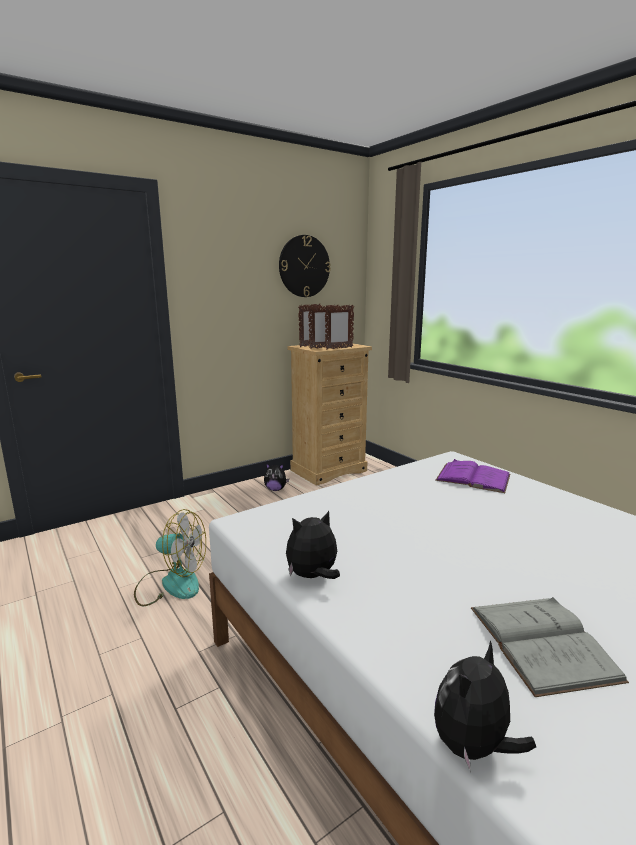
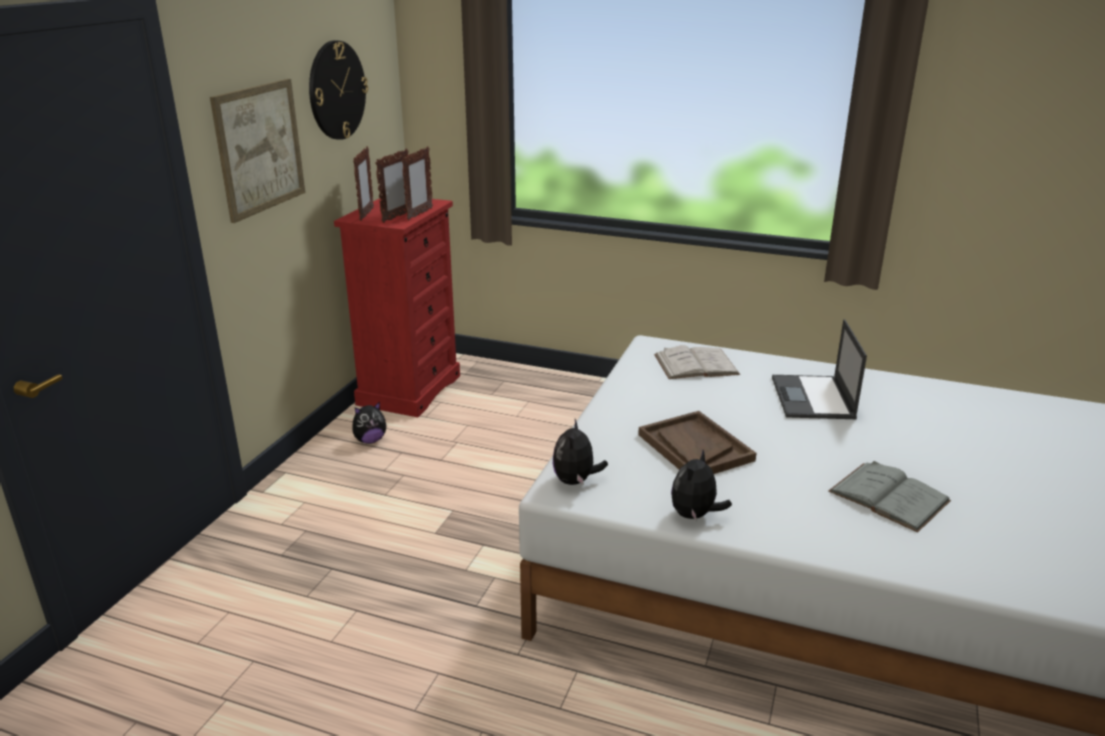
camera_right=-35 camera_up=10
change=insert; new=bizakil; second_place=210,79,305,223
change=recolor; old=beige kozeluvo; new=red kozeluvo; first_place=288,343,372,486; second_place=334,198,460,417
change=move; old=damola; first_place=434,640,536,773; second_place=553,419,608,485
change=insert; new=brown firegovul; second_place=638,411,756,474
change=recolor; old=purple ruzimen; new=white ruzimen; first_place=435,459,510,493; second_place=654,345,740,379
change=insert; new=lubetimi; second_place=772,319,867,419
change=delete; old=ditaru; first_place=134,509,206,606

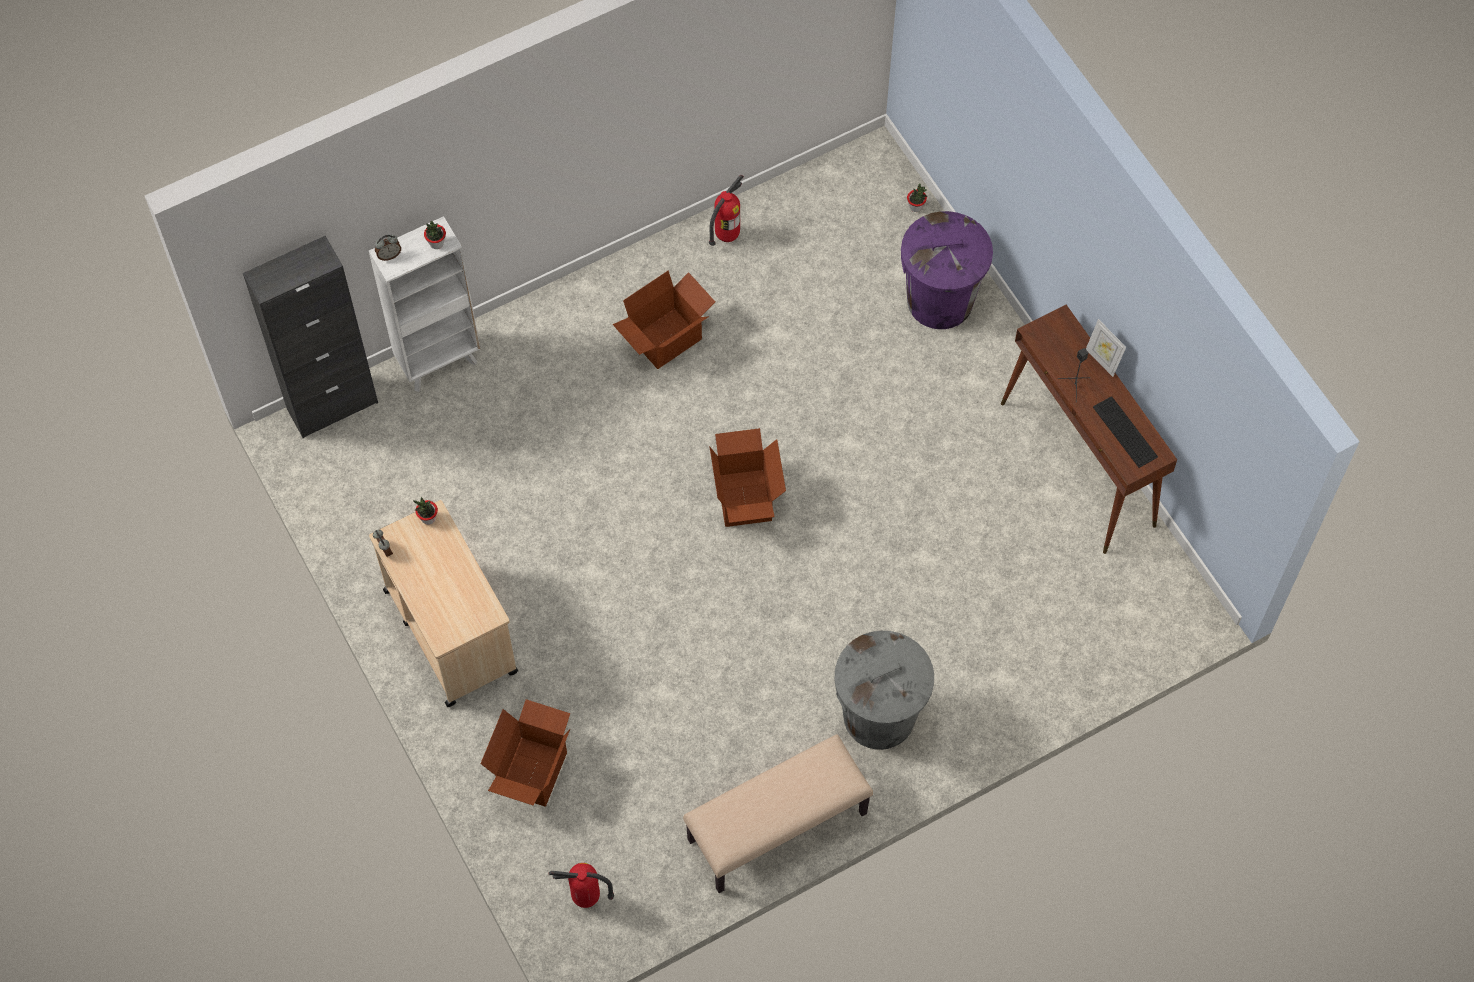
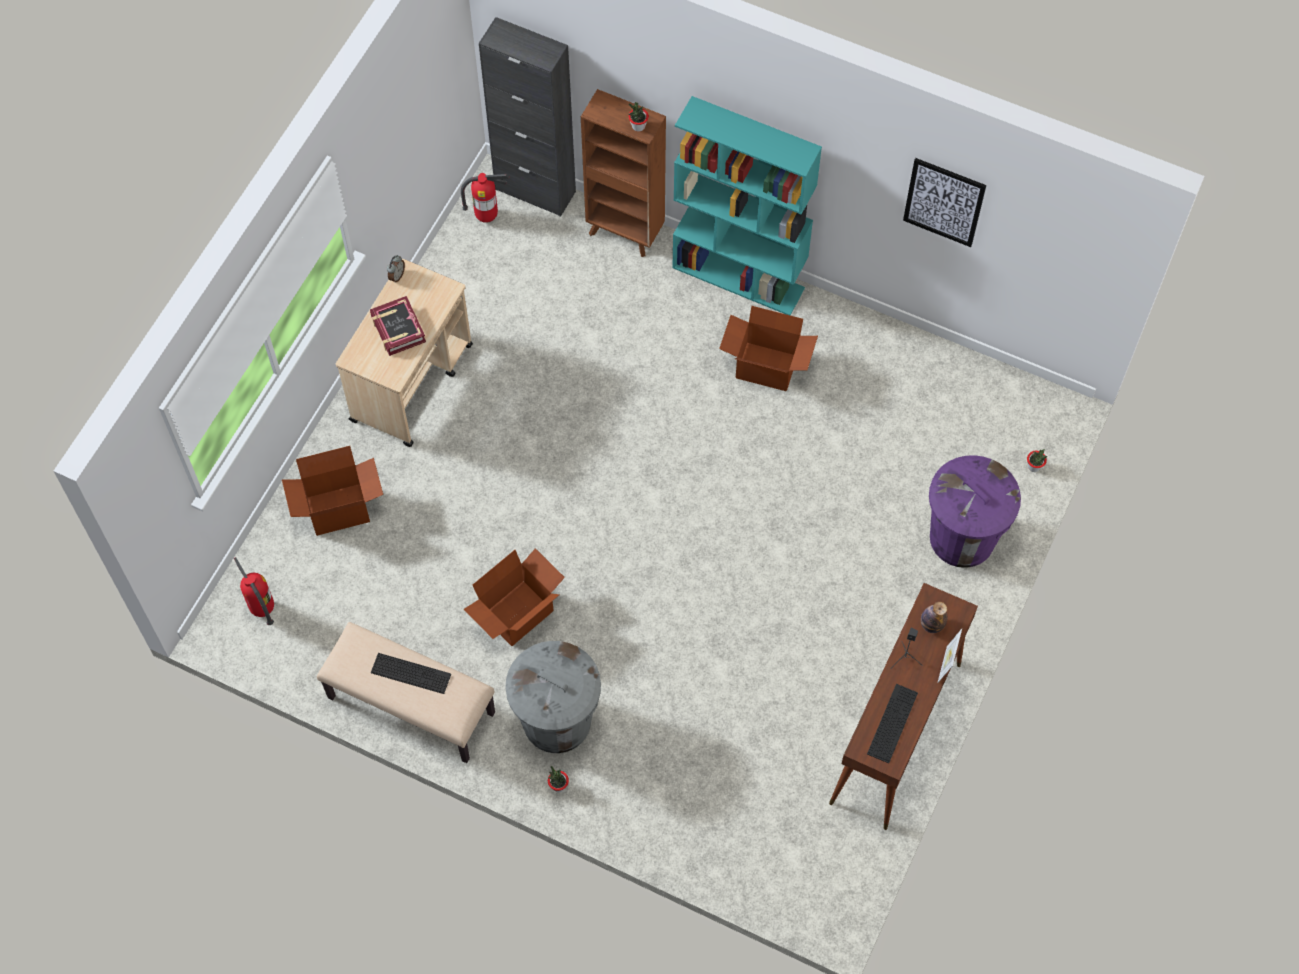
camera_right=55 camera_up=0
change=insert; new=ruzimen; second_place=370,296,426,356
change=insert; new=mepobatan; second_place=371,653,451,694
change=move; old=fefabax; first_place=709,175,744,246; second_place=461,173,509,223
change=move; old=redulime; first_place=709,428,786,527; second_place=464,548,565,646
change=move; old=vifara; first_place=413,497,438,525; second_place=548,766,569,792
change=recolor; old=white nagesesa; new=brown nagesesa; first_place=369,216,480,392; second_place=581,89,666,257
change=insert; new=turquoise nagesesa; second_place=672,96,822,315
change=insert; new=bizakil; second_place=903,158,986,247
change=insert; new=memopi; second_place=921,602,948,633
change=delete; old=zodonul; first_place=375,235,401,261

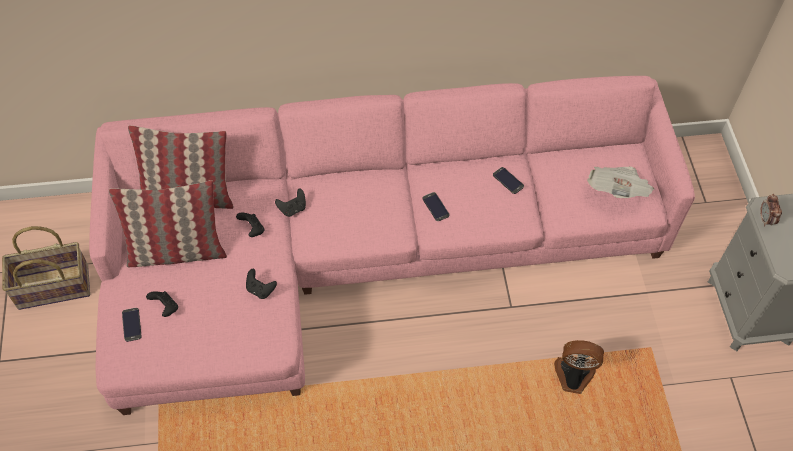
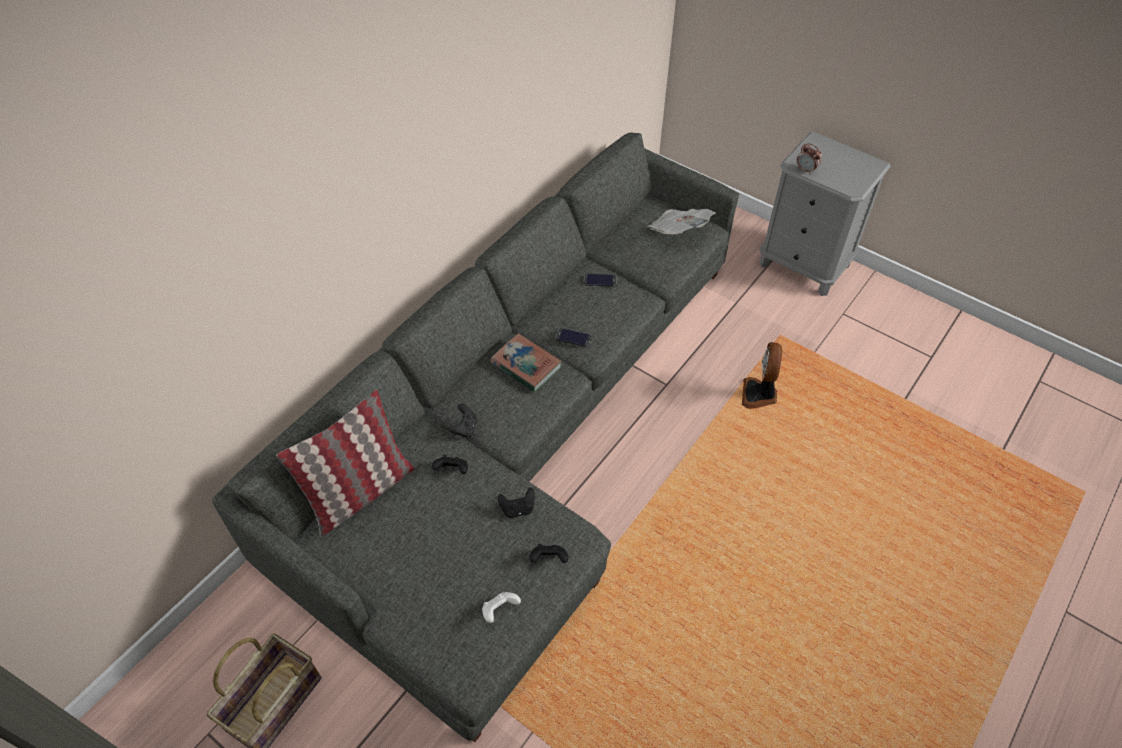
camera_right=-45 camera_up=-5
change=recolor; old=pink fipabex; new=grey fipabex; first_place=89,76,695,415; second_place=212,133,739,742
change=insert; new=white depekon; second_place=482,592,521,623
change=insert; new=ruzimen; second_place=491,333,562,392
change=move; old=black depekon; first_place=146,291,178,317; second_place=530,544,568,563
change=rotate; old=ditaru; first_place=554,340,604,394; second_place=742,342,782,409; degrees=-45
change=delete; old=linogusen; first_place=109,180,227,267
change=delete; old=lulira; first_place=122,308,141,342

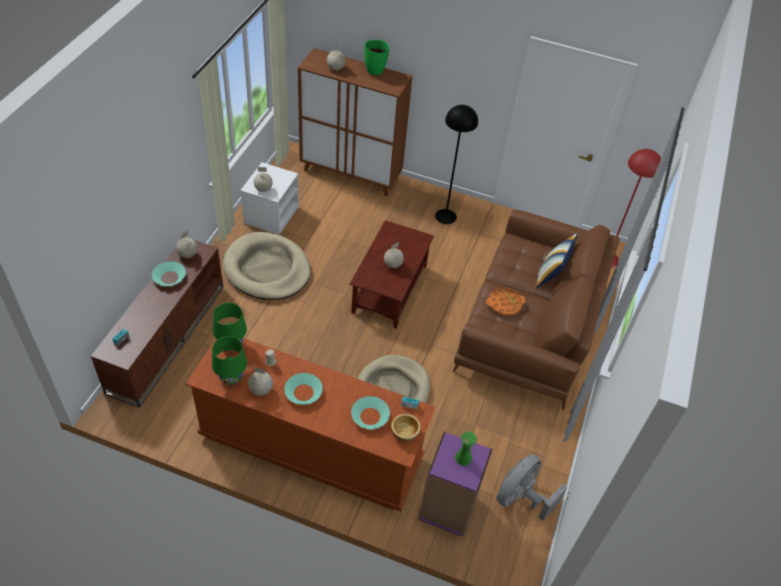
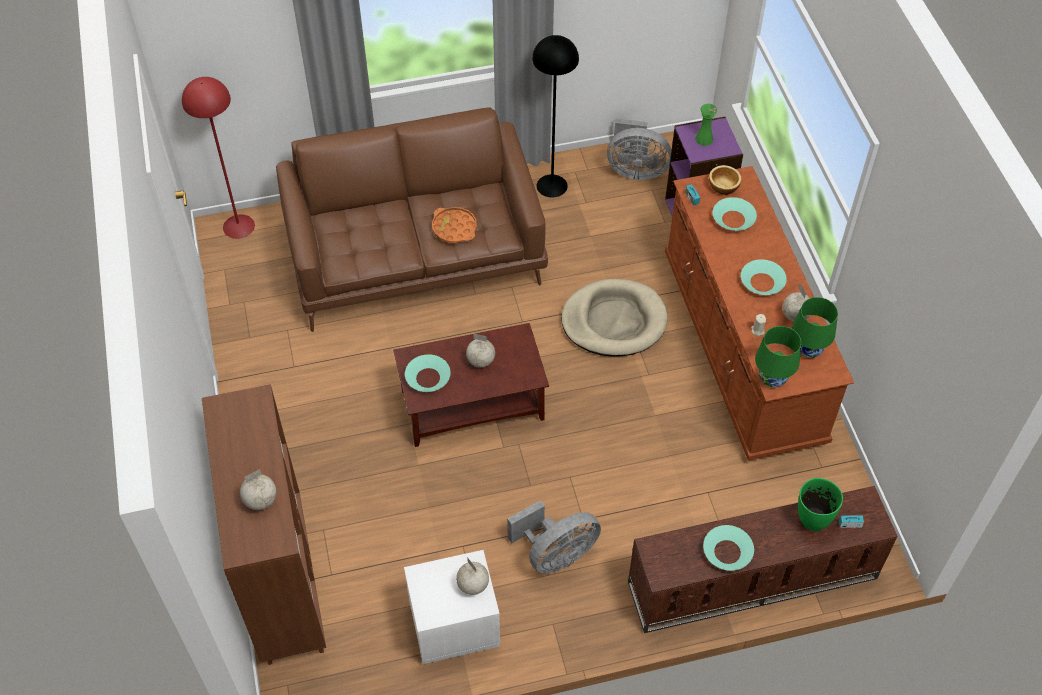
camera_right=-120 camera_up=5
change=insert; new=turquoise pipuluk; second_place=405,354,451,392
change=replace; old=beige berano; new=grey ditaru; first_place=223,232,311,300; second_place=507,500,601,574
change=move; old=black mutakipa; first_place=435,105,478,224; second_place=532,35,579,198
change=move; old=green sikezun; first_place=364,40,390,75; second_place=798,478,843,531
change=delete; old=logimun; first_place=176,230,197,258
change=delete; old=linogusen; first_place=536,234,577,288

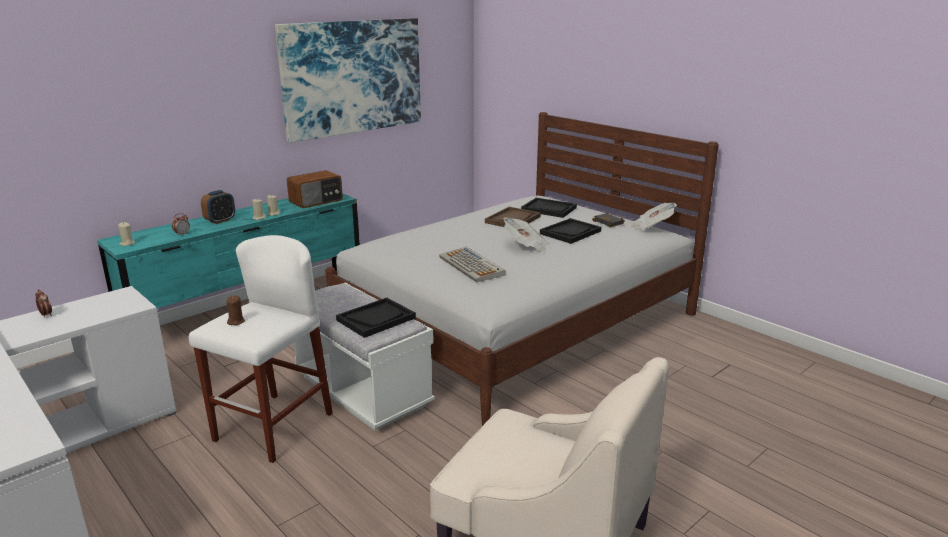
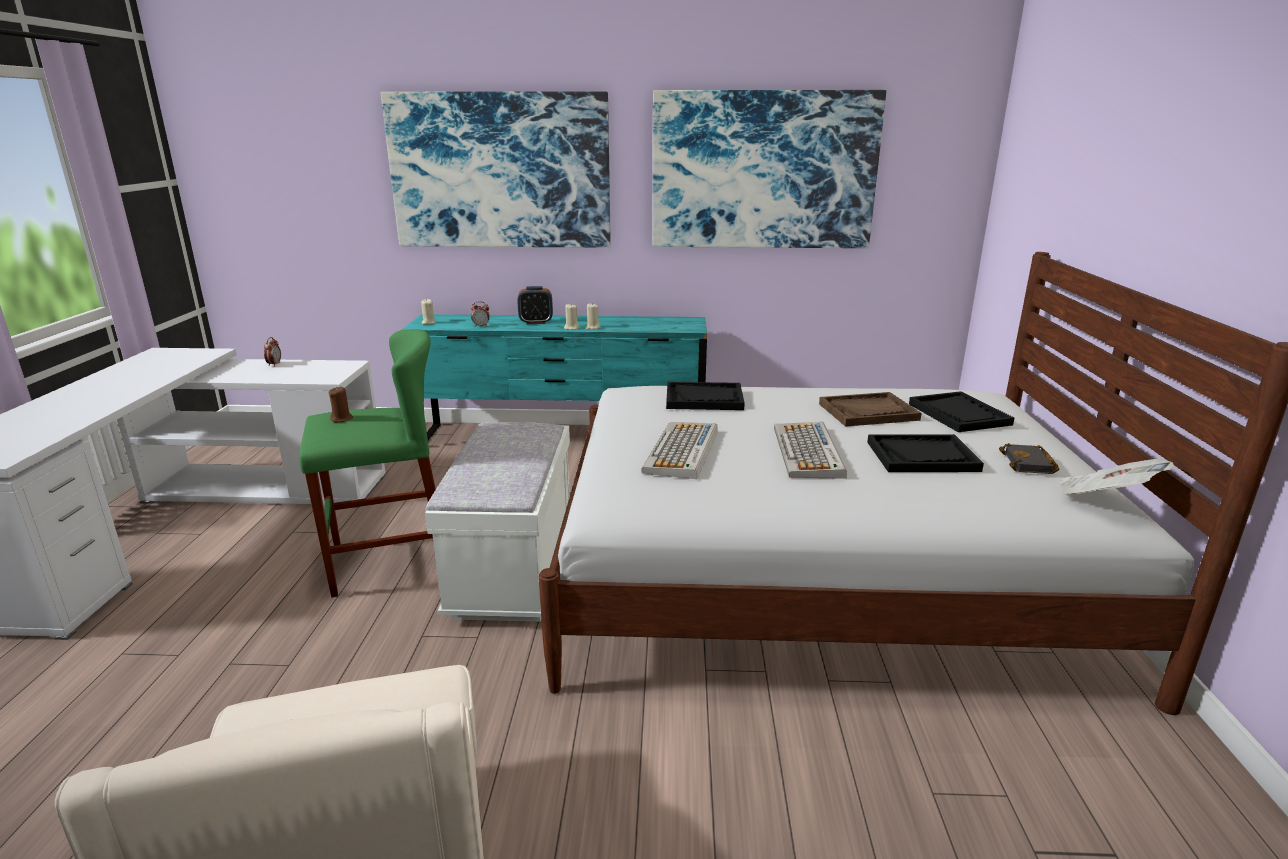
camera_right=45 camera_up=0
change=recolor; old=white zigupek; new=green zigupek; first_place=189,235,333,463; second_place=299,329,436,598
change=insert; new=bizakil; second_place=381,91,611,248
change=move; old=black firegovul; first_place=336,298,416,338; second_place=666,382,745,410
change=replace; old=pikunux; new=mepobatan; first_place=504,217,547,252; second_place=774,422,847,479
change=delete; old=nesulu; first_place=287,170,343,208

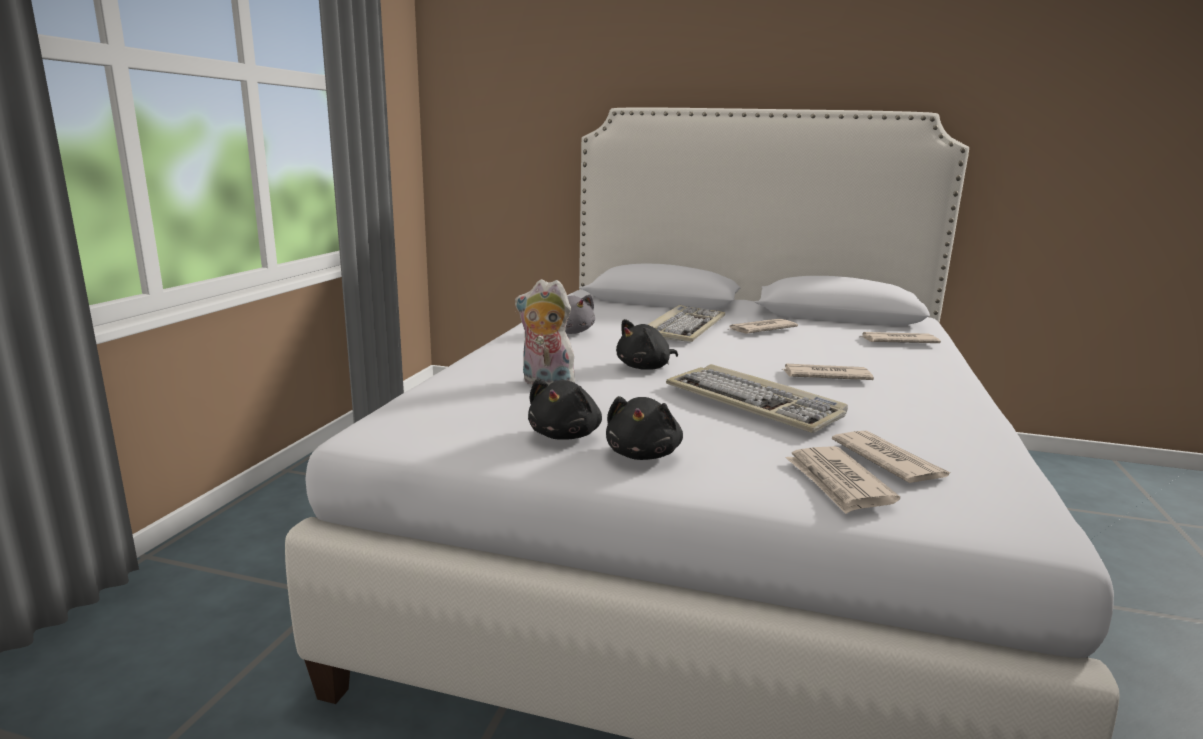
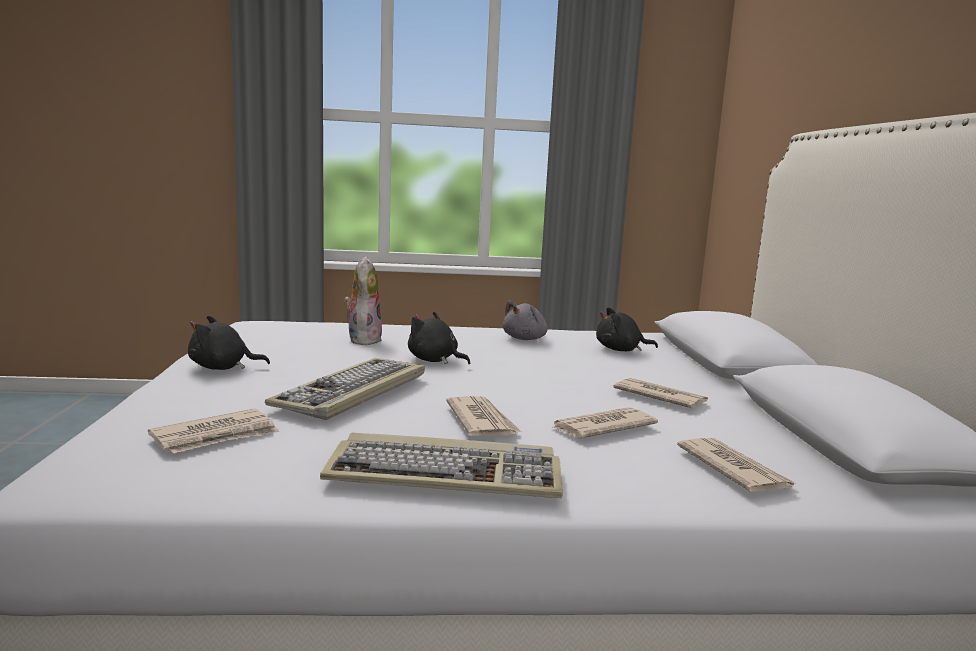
camera_right=70 camera_up=-5
change=move; old=mepobatan; first_place=647,305,725,342; second_place=320,432,563,498
change=move; old=pikunux; first_place=785,446,900,514; second_place=551,407,658,438
change=move; old=black damola; first_place=528,378,602,440; second_place=596,307,658,351

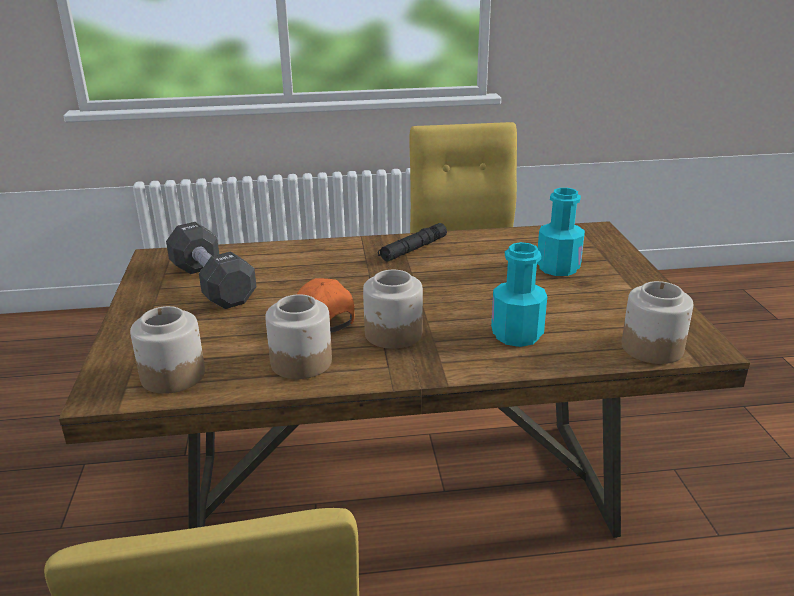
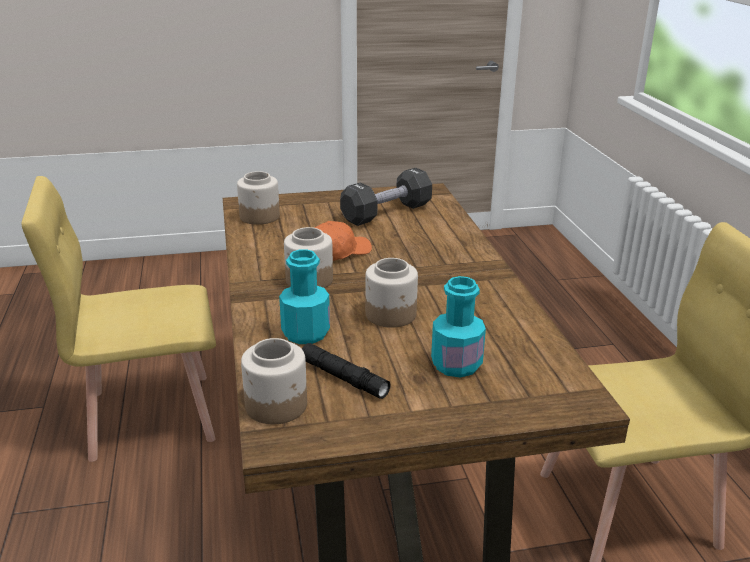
camera_right=85 camera_up=0
change=move; old=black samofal; first_place=378,223,447,262; second_place=302,343,390,399
change=move; old=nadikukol; first_place=265,294,332,379; second_place=365,258,418,328

